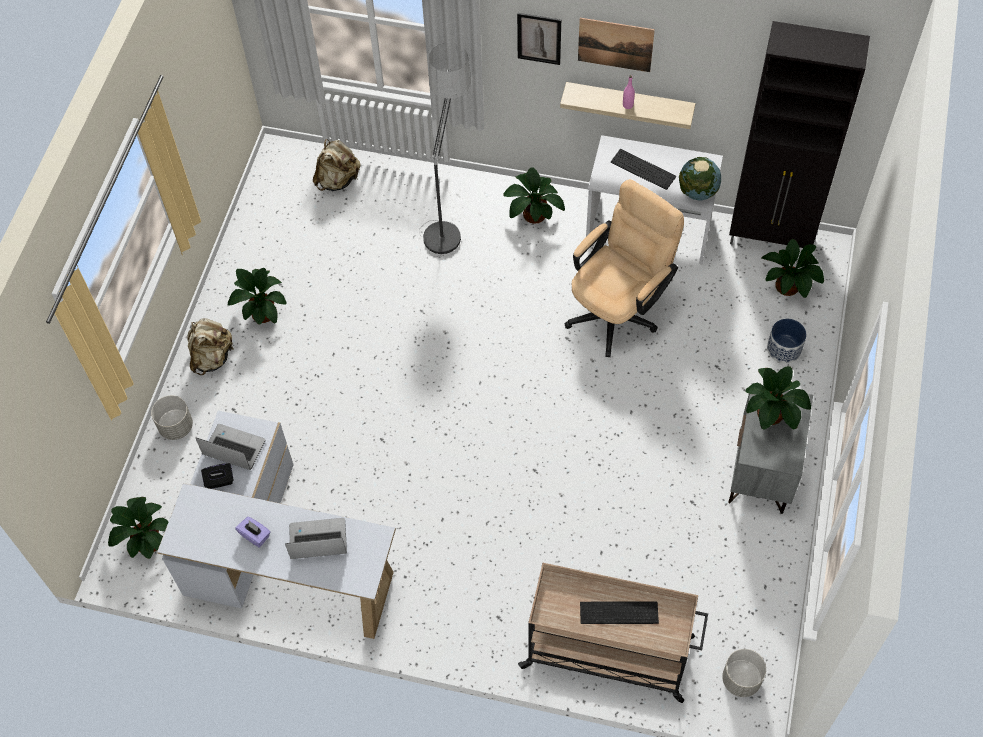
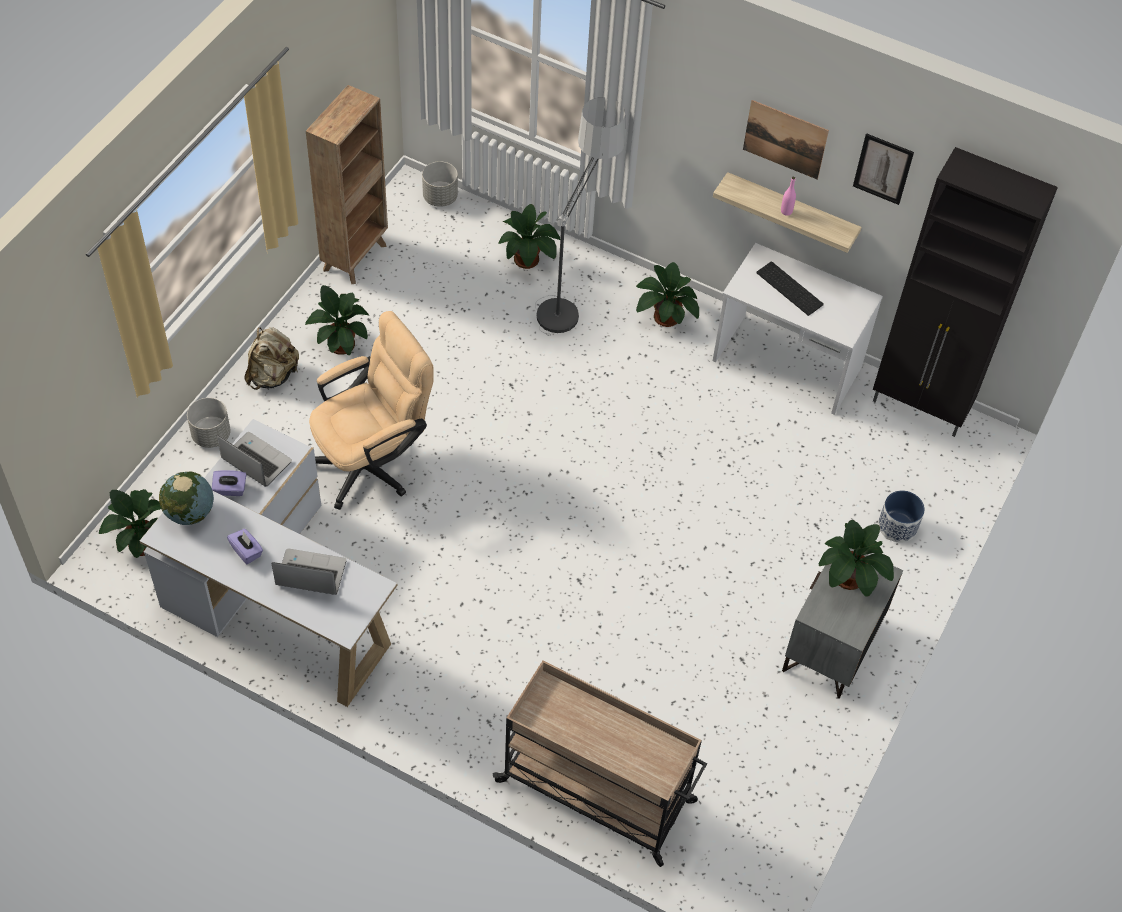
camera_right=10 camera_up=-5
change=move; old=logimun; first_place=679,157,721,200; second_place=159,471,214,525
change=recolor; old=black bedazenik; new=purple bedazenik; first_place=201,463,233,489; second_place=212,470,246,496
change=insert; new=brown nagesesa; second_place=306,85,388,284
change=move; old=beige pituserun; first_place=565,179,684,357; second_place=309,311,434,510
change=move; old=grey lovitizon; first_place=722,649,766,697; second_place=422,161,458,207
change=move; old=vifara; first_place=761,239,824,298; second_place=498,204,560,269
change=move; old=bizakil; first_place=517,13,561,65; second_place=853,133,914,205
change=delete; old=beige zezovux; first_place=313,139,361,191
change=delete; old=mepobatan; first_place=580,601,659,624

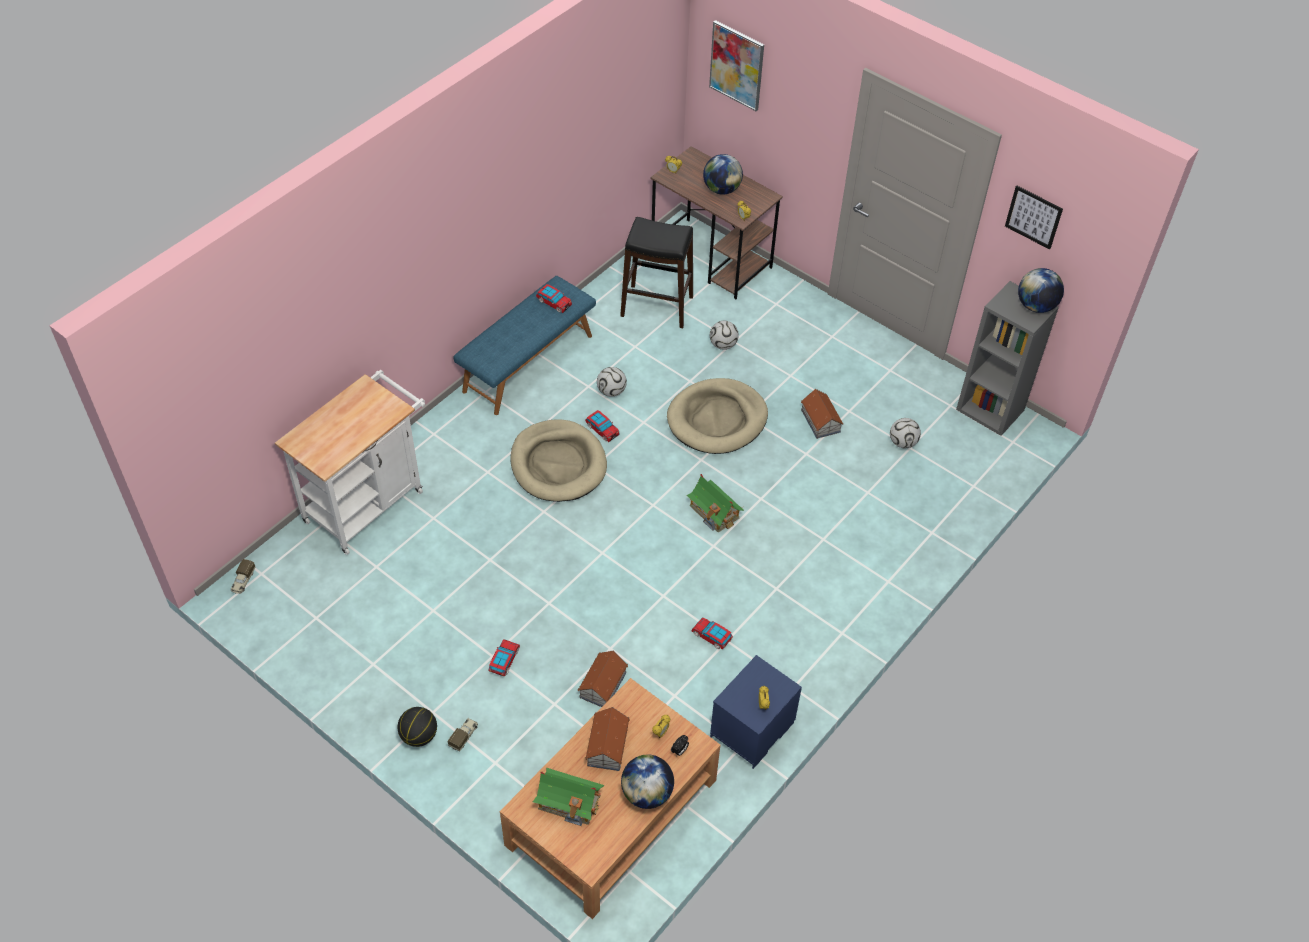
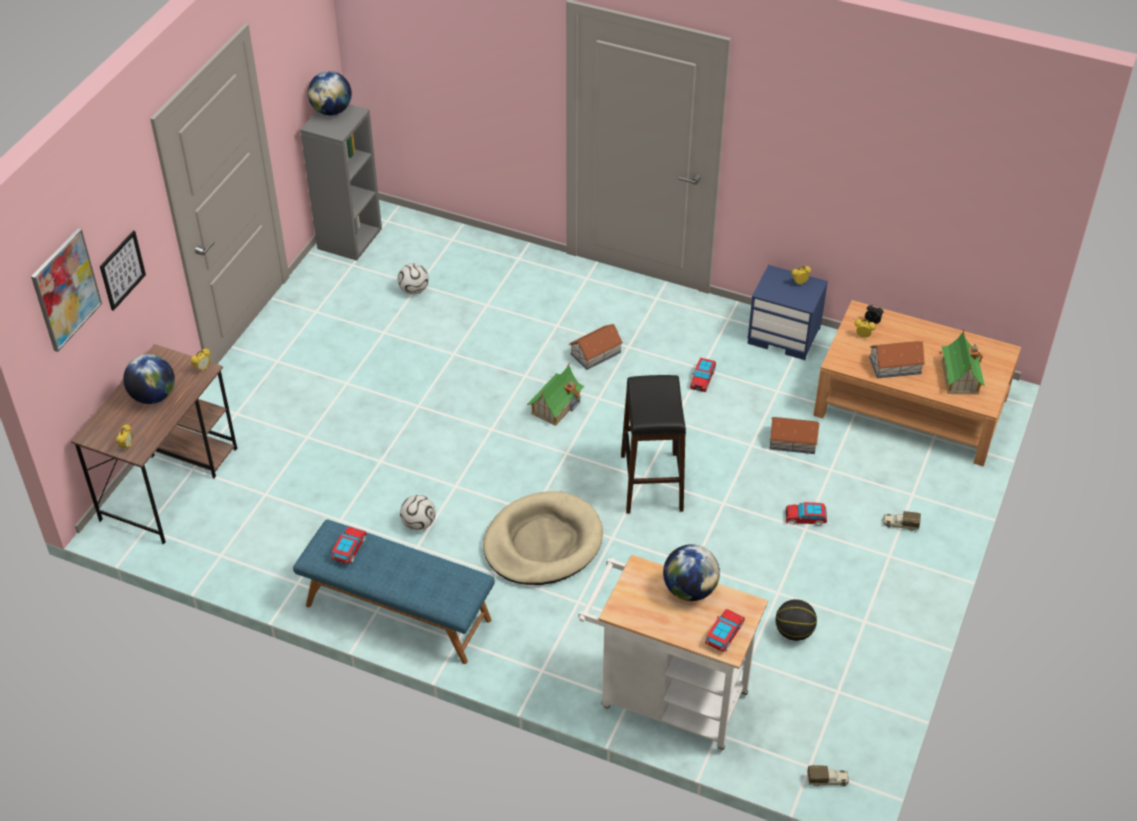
camera_right=-105 camera_up=-5
change=move; old=bizakil; first_place=1005,186,1063,250; second_place=100,231,146,311
change=move; old=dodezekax; first_place=801,389,843,439; second_place=569,324,623,370
change=move; old=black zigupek; first_place=620,217,693,328; second_place=621,375,686,513
change=move; old=logimun; first_place=621,755,674,809; second_place=663,544,720,601
change=move; old=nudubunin; first_place=585,410,620,442; second_place=705,609,745,652
change=move; old=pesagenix; first_place=397,707,437,747; second_place=775,599,817,641
change=delete; old=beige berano; first_place=667,378,768,454
change=delete; old=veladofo; first_place=710,321,739,350

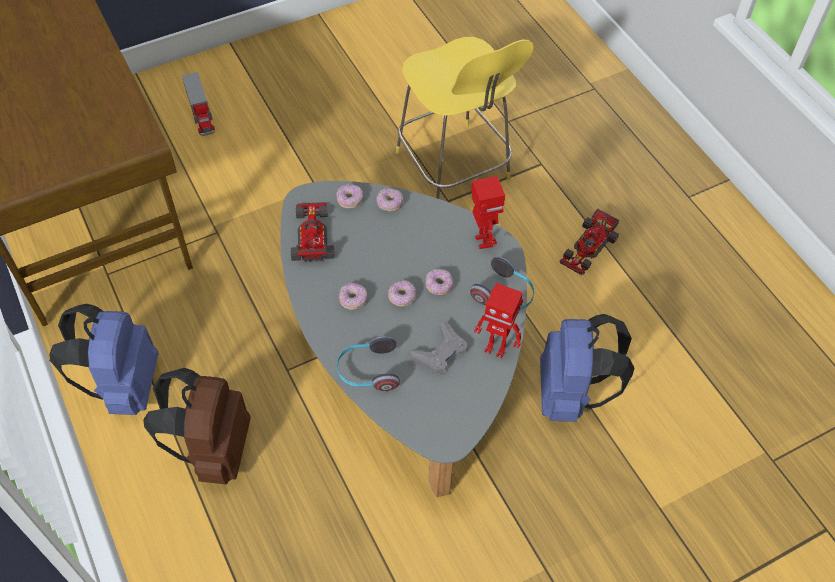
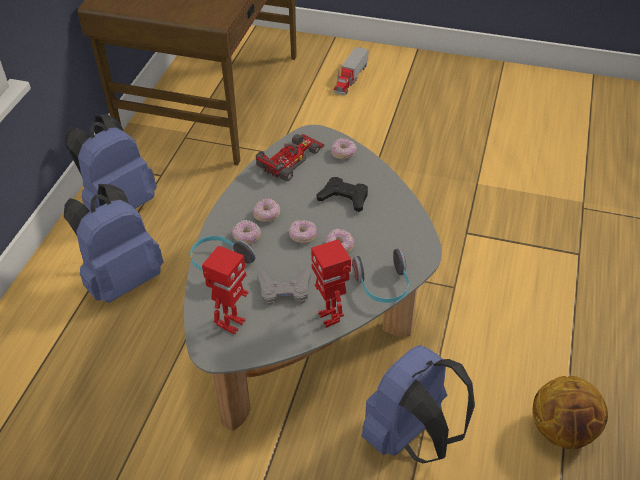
camera_right=45 camera_up=-10
change=recolor; old=brown zezovux; new=blue zezovux; first_place=143,368,251,485; second_place=64,184,163,303
change=move; old=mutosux; first_place=471,176,505,249; second_place=202,245,249,335
change=move; old=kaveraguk; first_place=376,188,403,211; second_place=232,220,261,244
change=insert; new=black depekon; second_place=317,177,368,212
change=insert; new=pesagenix; second_place=532,376,608,449
change=delete; old=yellow zigupek; first_place=396,37,534,199
change=delete; old=nudubunin; first_place=559,208,619,275

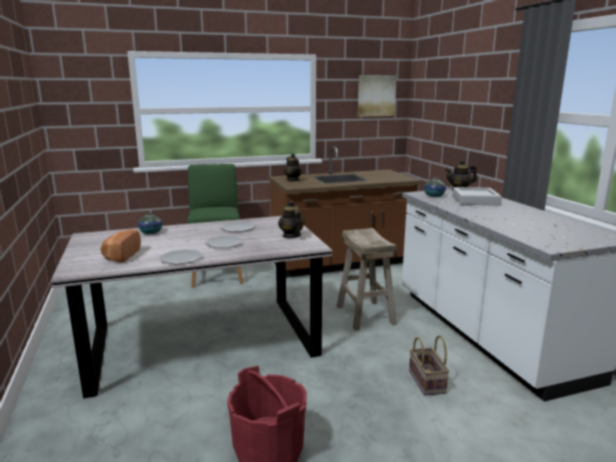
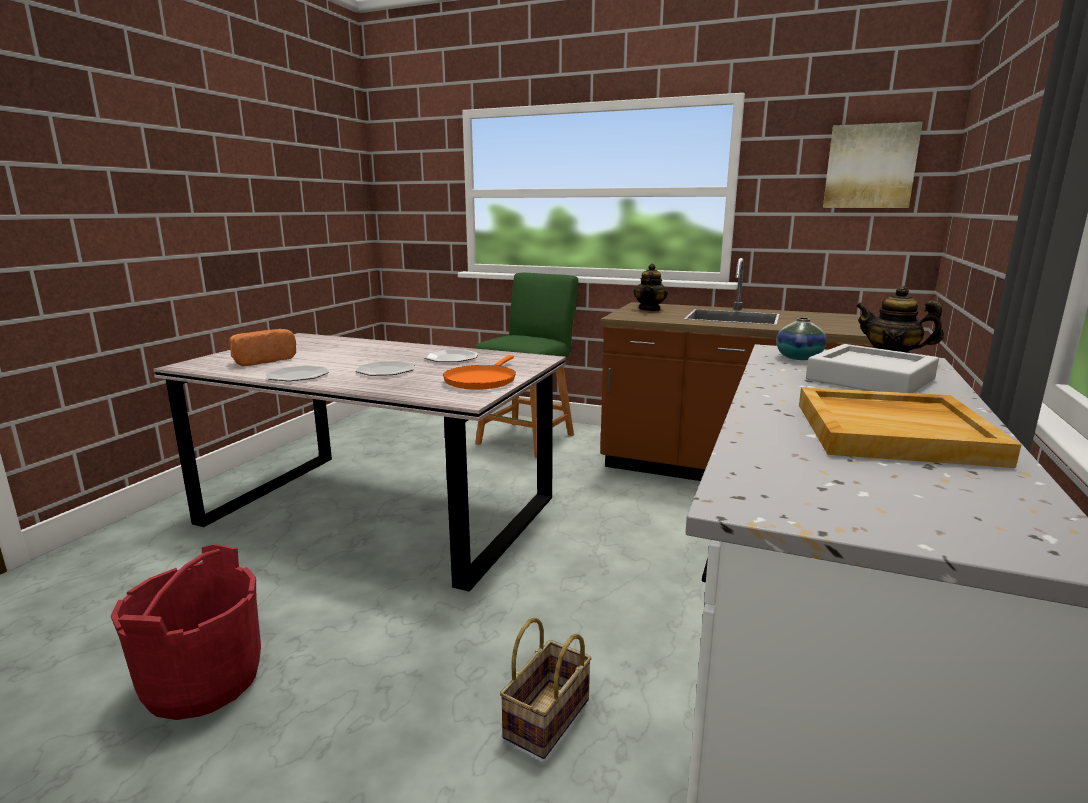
camera_right=40 camera_up=0
change=replace; old=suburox; new=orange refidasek; first_place=278,200,305,238; second_place=443,355,516,390
change=insert; new=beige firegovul; second_place=799,387,1021,468
change=delete; old=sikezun; first_place=138,213,162,234
change=delete; old=beige zigupek; first_place=337,228,397,331

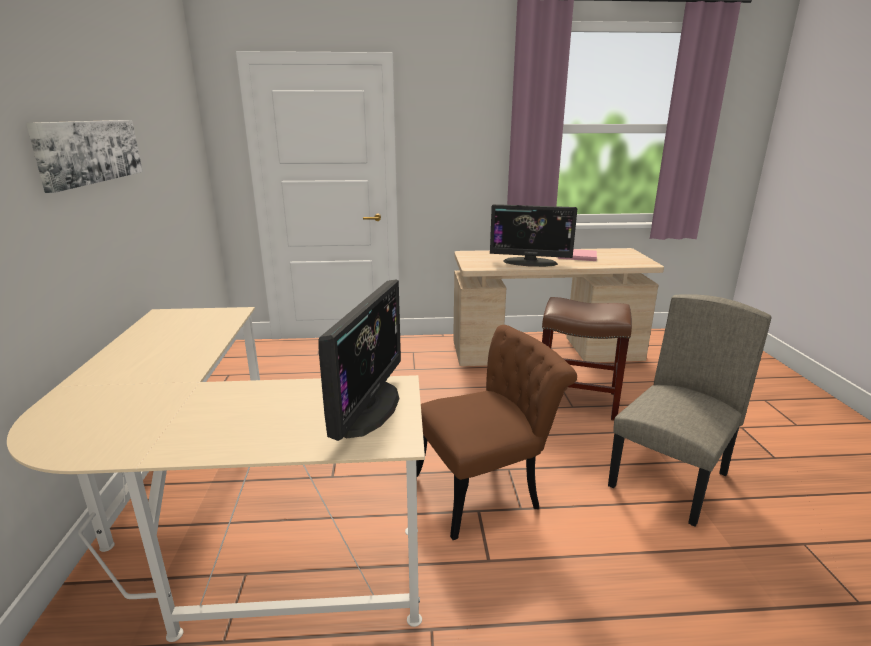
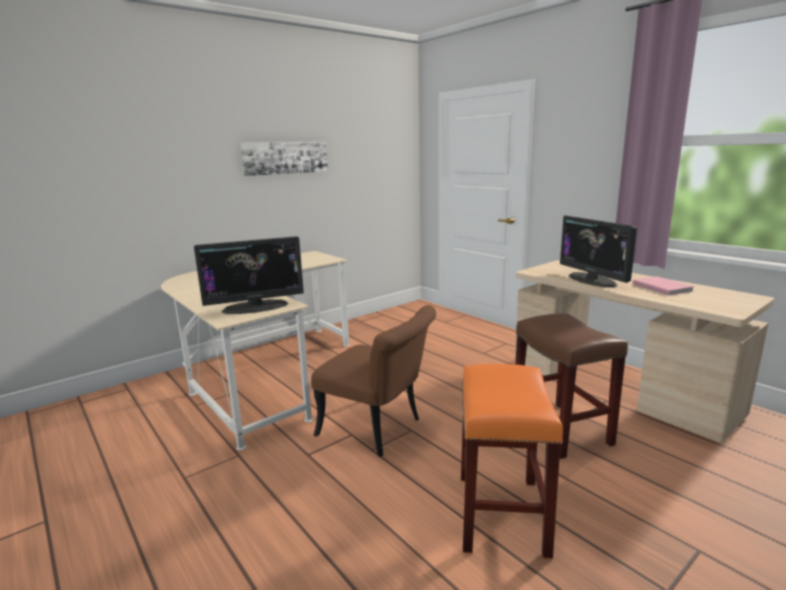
camera_right=55 camera_up=-5
change=replace; old=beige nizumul; new=orange zigupek; first_place=608,294,772,527; second_place=461,364,563,559

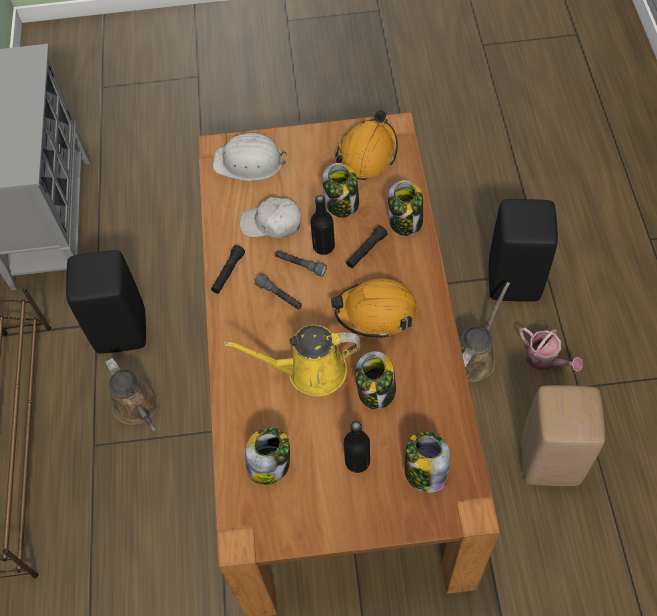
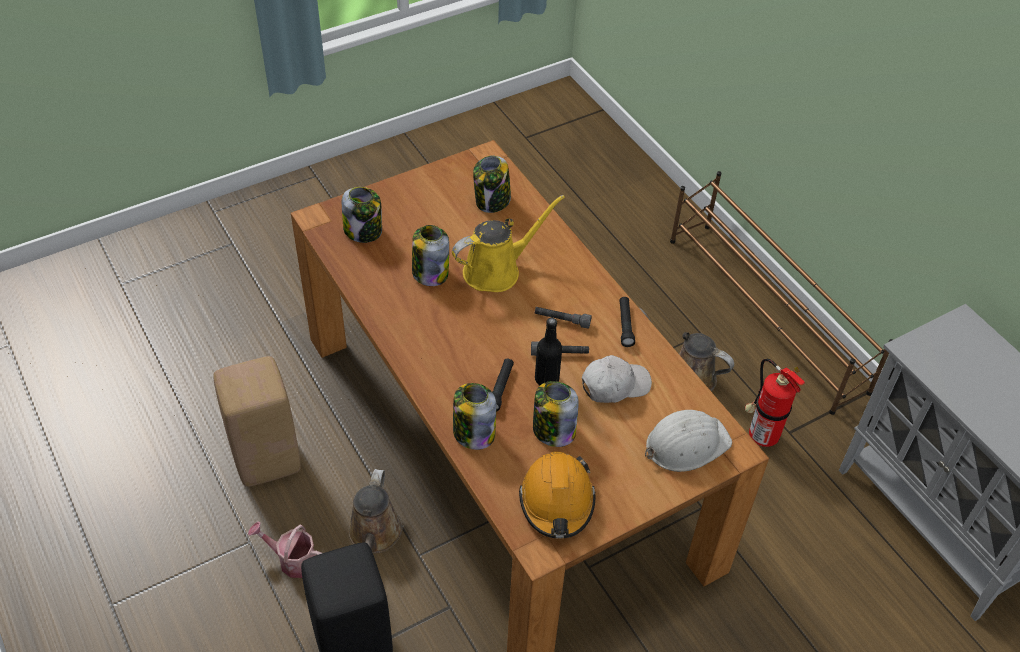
camera_right=150 camera_up=-10
change=replace; old=black zigupek; new=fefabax; first_place=66,250,146,354; second_place=745,358,805,447
change=delete; old=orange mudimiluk; first_place=331,278,417,339
change=delete; old=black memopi; first_place=344,421,370,473

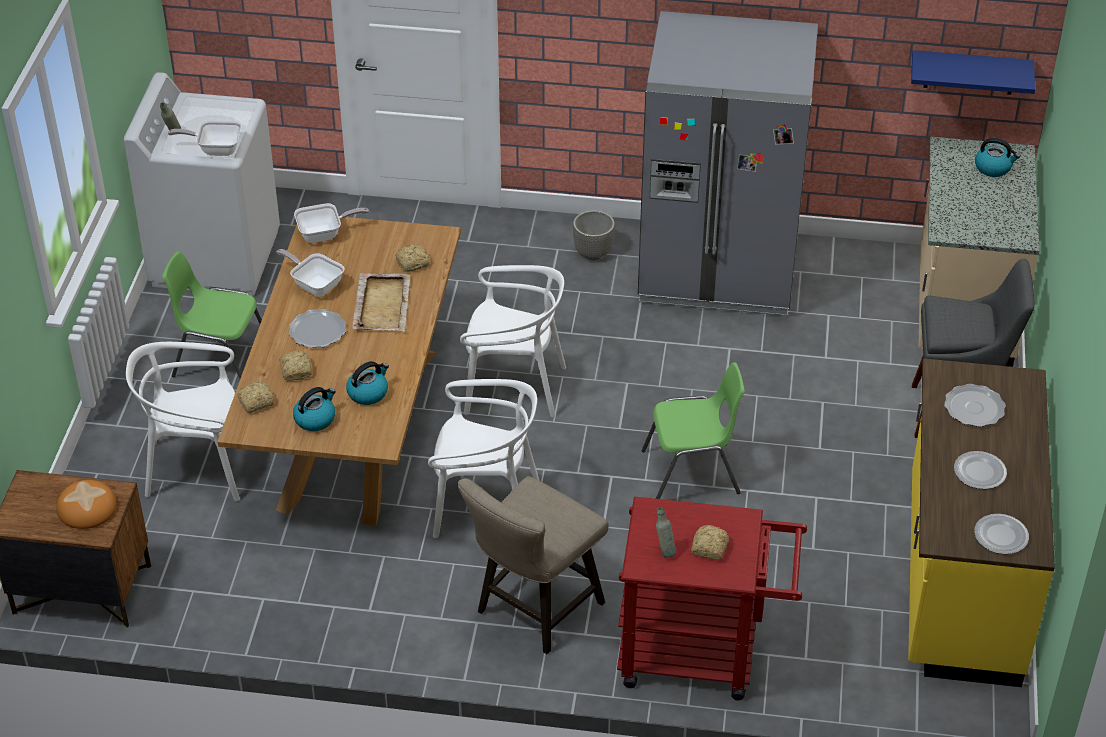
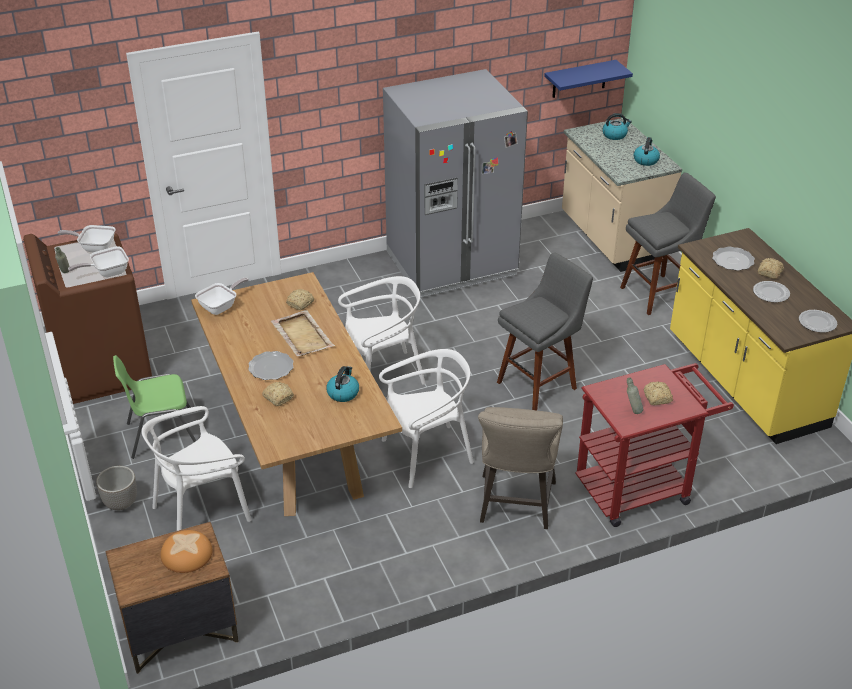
camera_right=-30 camera_up=-5
change=recolor; old=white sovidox; new=brown sovidox; first_place=124,72,280,296; second_place=23,233,152,404
change=move; old=refidasek; first_place=277,249,345,297; second_place=57,225,116,252
change=move; old=lovitizon; first_place=573,210,615,260; second_place=96,466,137,510
change=replace; old=green nizumul; new=grey zigupek; first_place=642,362,745,499; second_place=497,252,593,410
change=move; old=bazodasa; first_place=293,387,336,431; second_place=634,137,660,166
change=move; old=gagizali; first_place=237,381,274,413; second_place=758,258,784,279

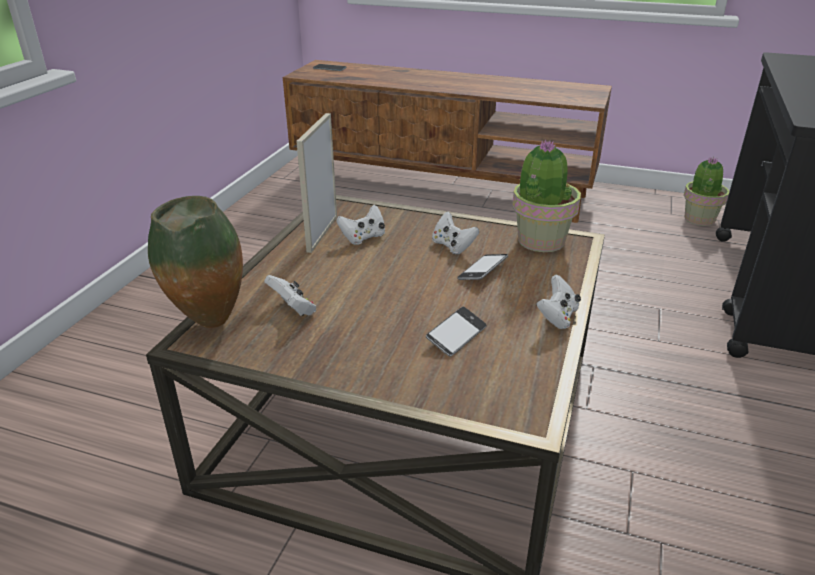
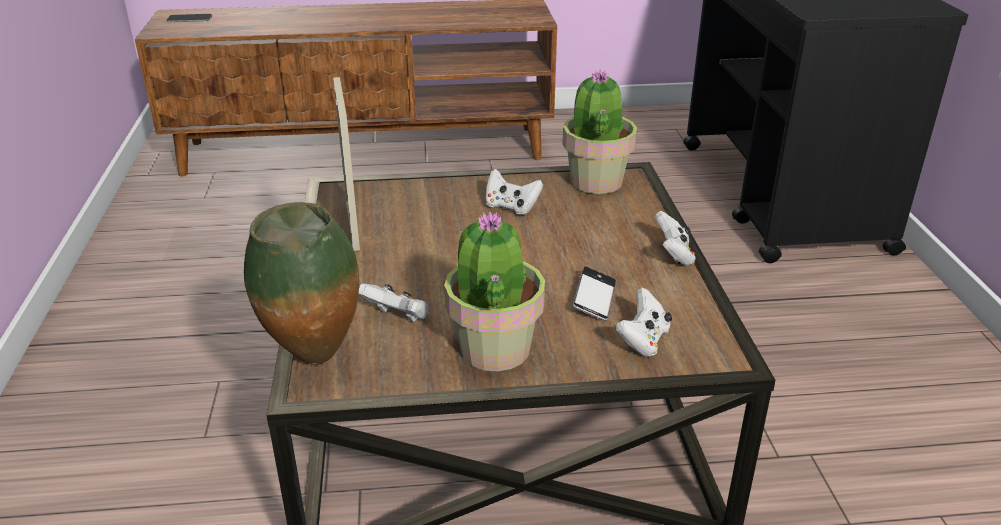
camera_right=-25 camera_up=0
change=move; old=vifara; first_place=684,157,730,226; second_place=444,212,545,371
change=move; old=white depekon; first_place=336,205,385,245; second_place=615,288,672,357
change=delete; old=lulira; first_place=457,254,508,280

